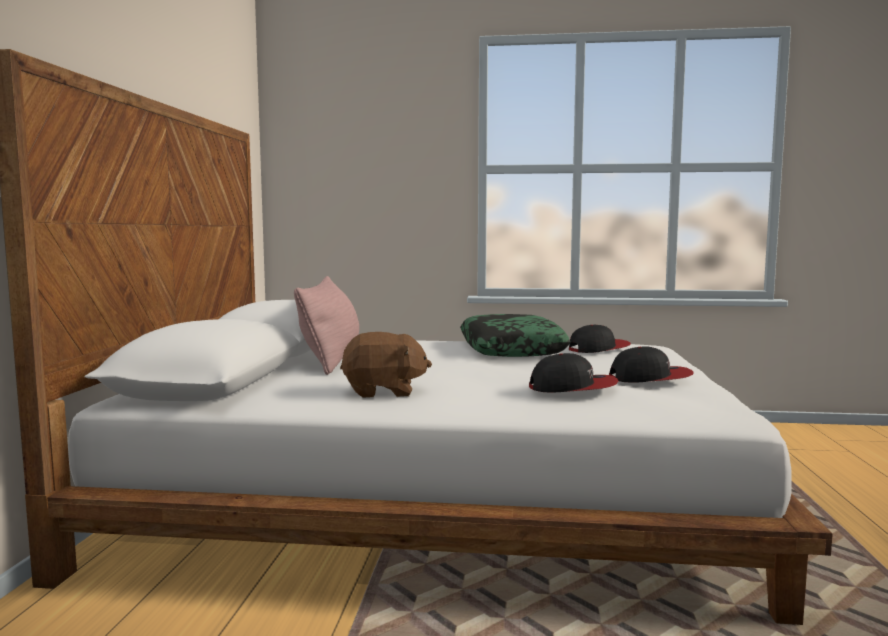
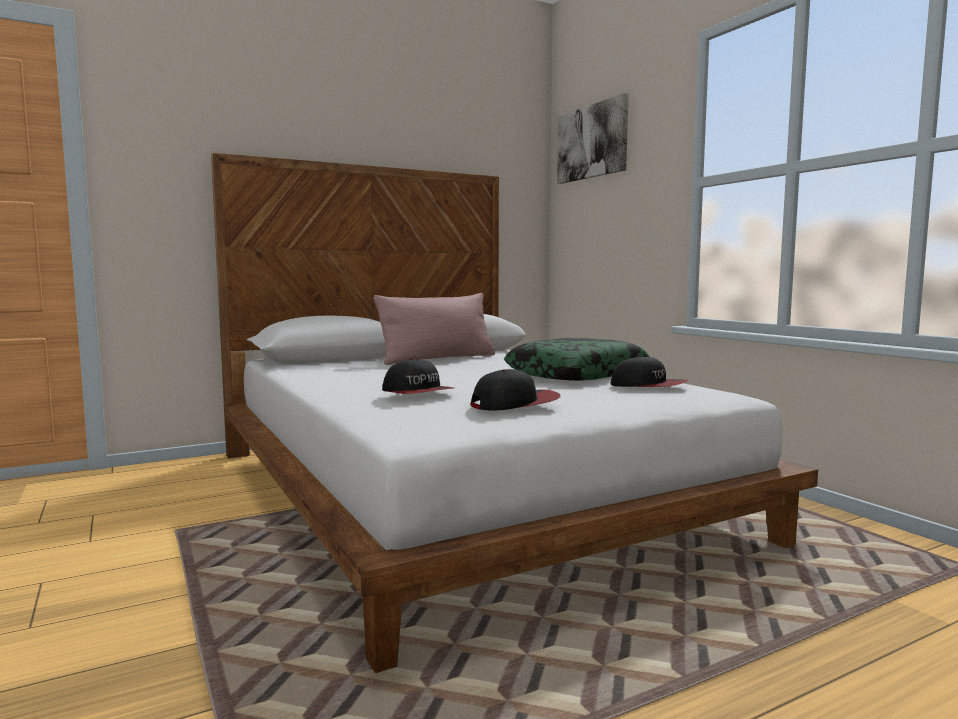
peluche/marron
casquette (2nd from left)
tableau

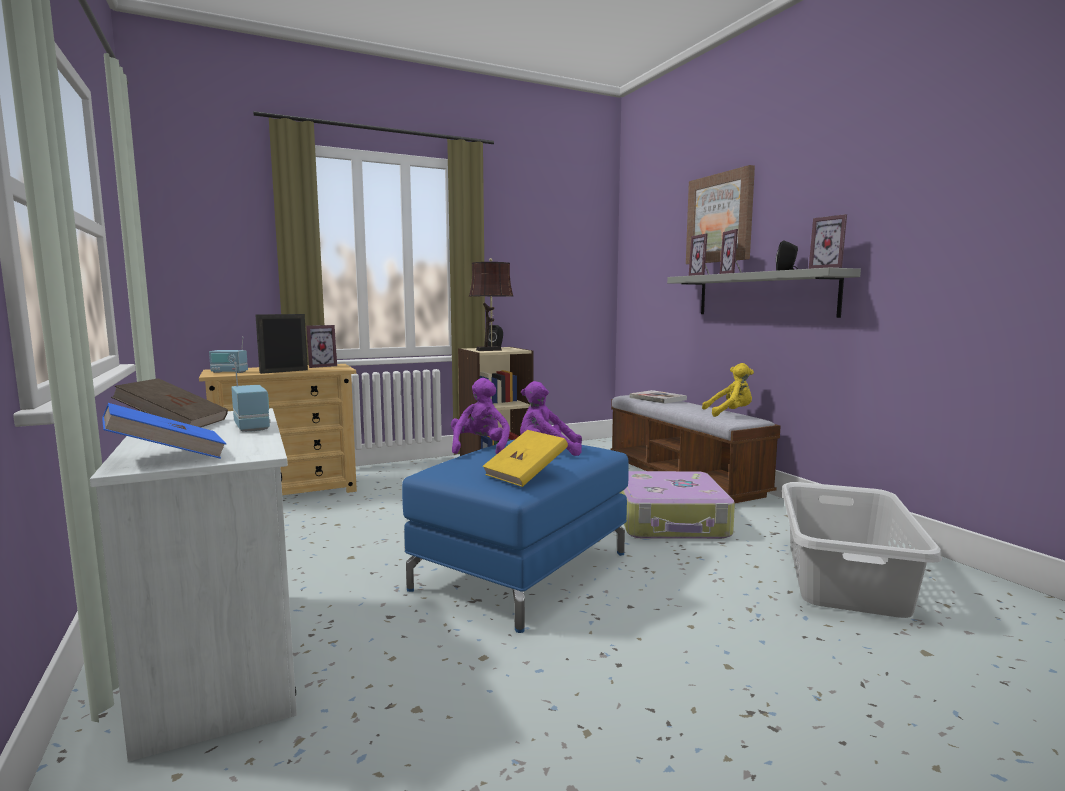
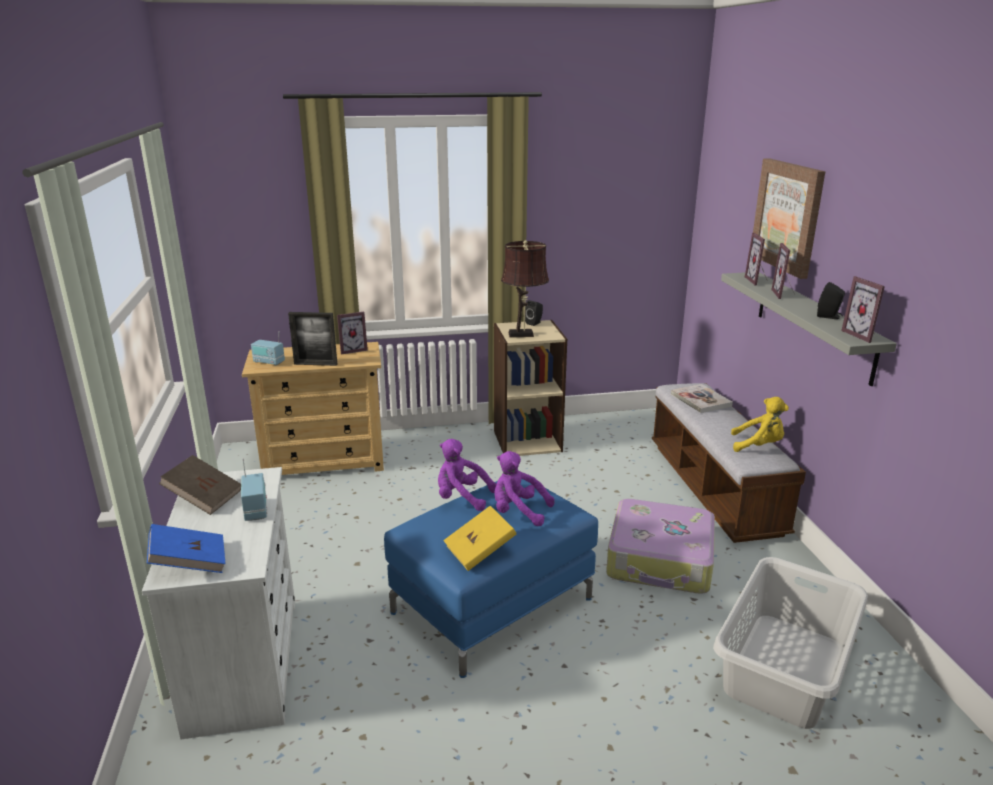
cadre photo (1st from left)
peluche/violet (1st from left)

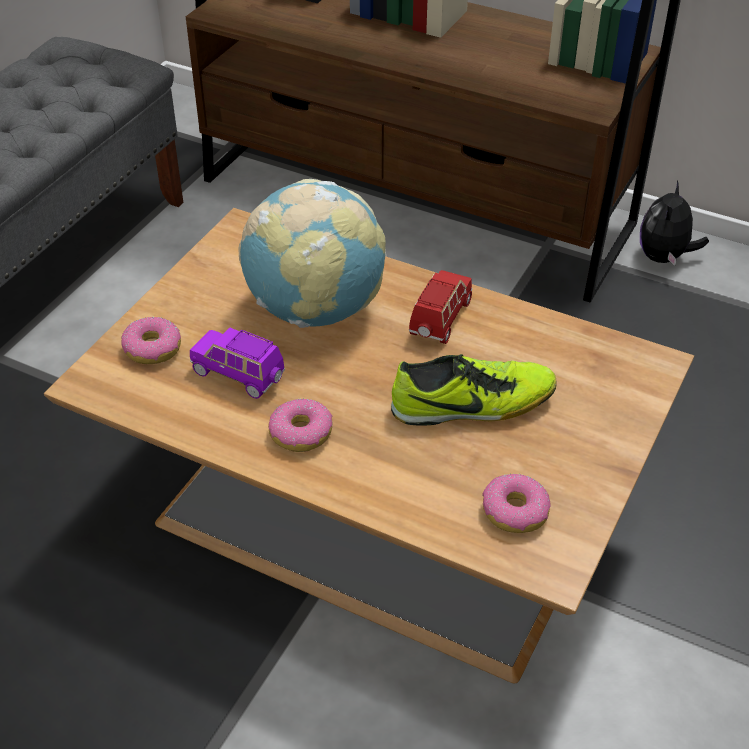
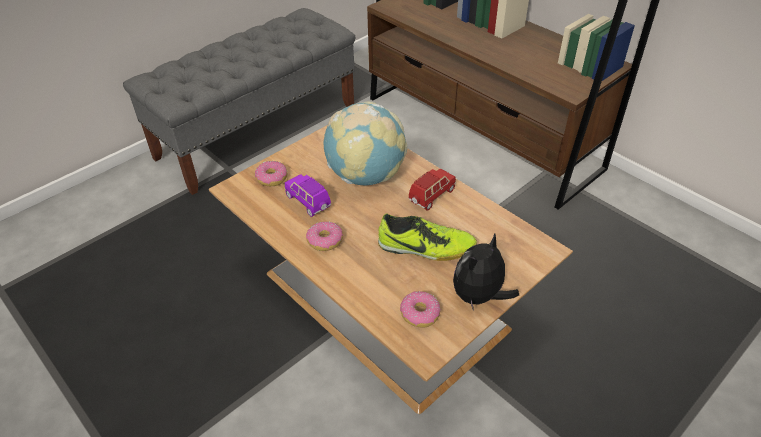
peluche

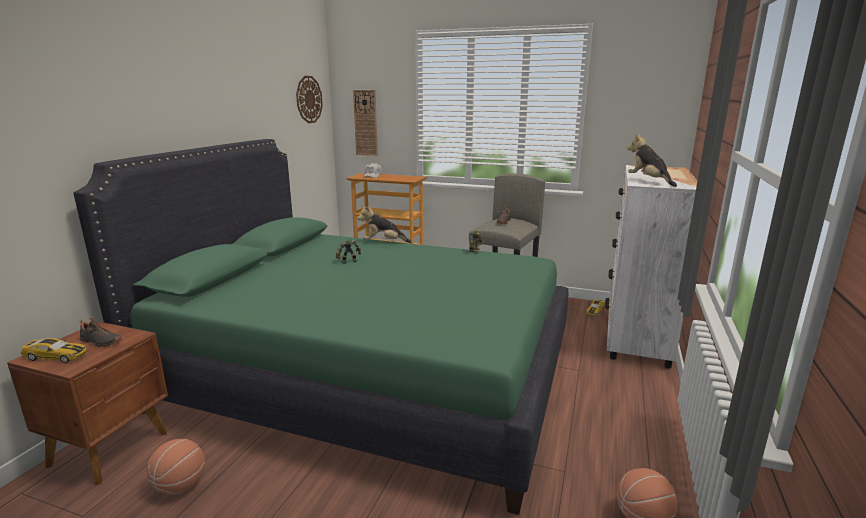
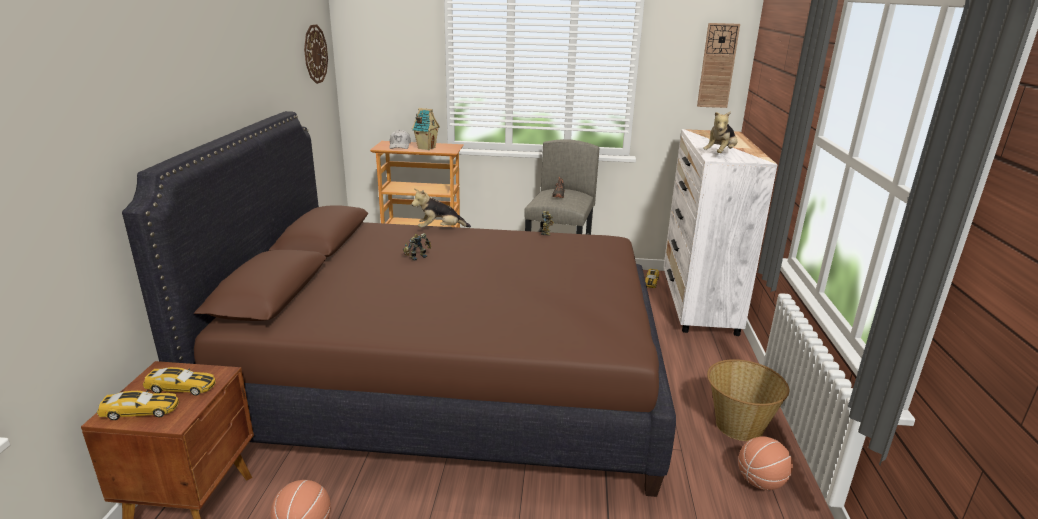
lit/marron
petite voiture (2nd from left)
horloge murale (2nd from left)
peluche (2nd from left)
maison miniature
panier

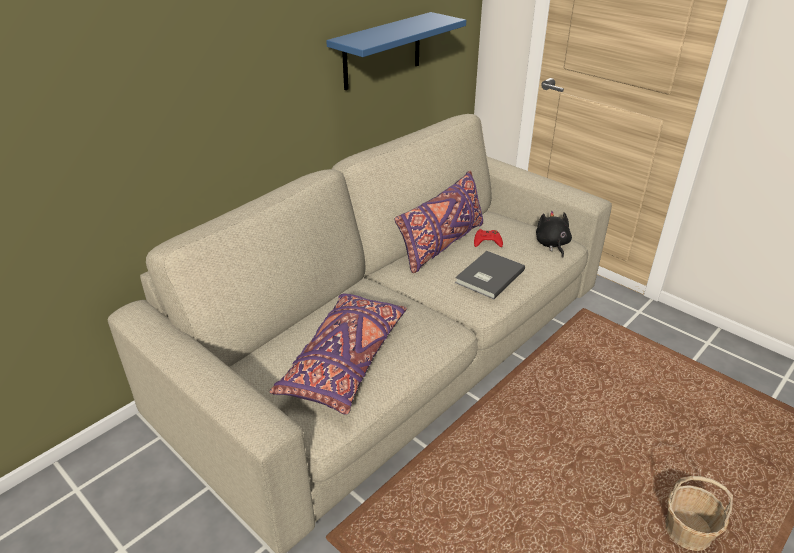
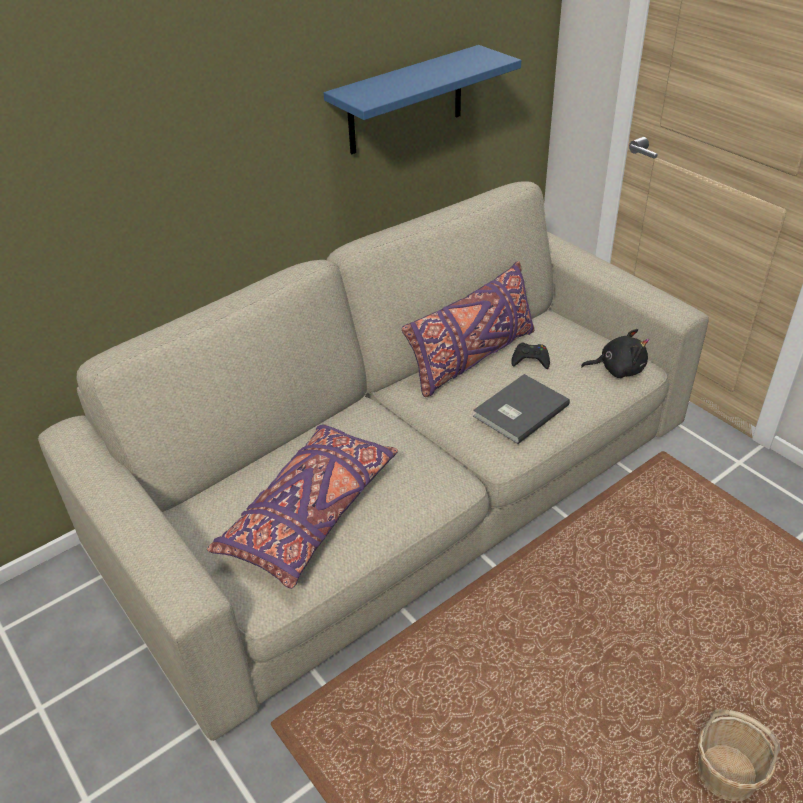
manette/noir
peluche/noir

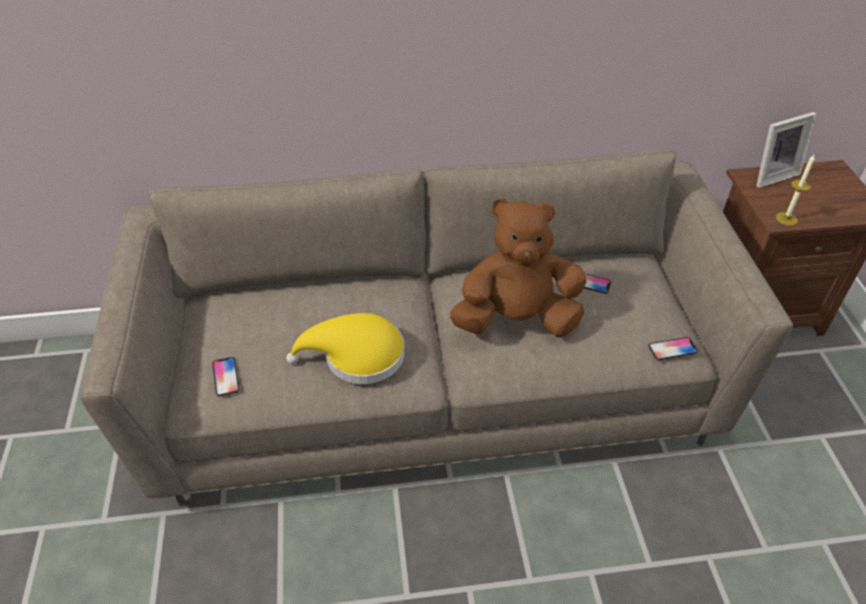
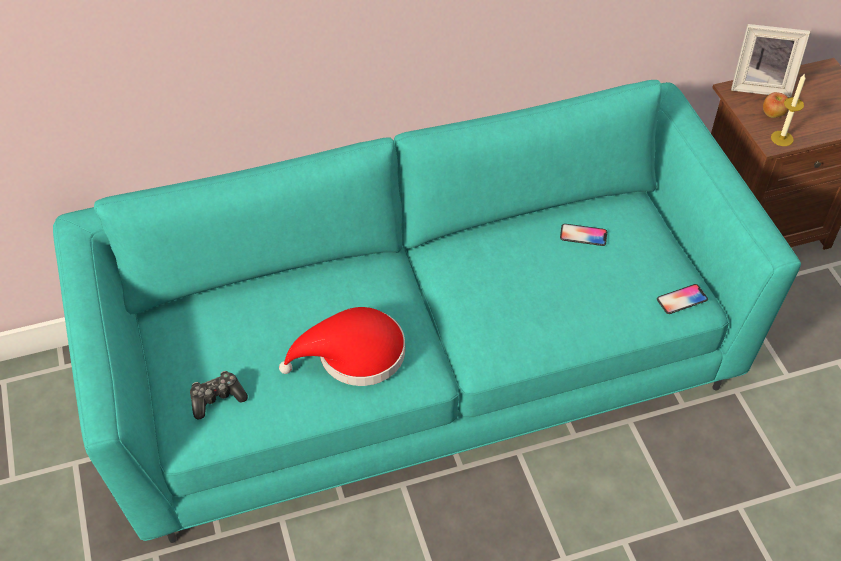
canapé/turquoise
manette
chapeau/rouge
peluche/marron
cadre photo
pomme

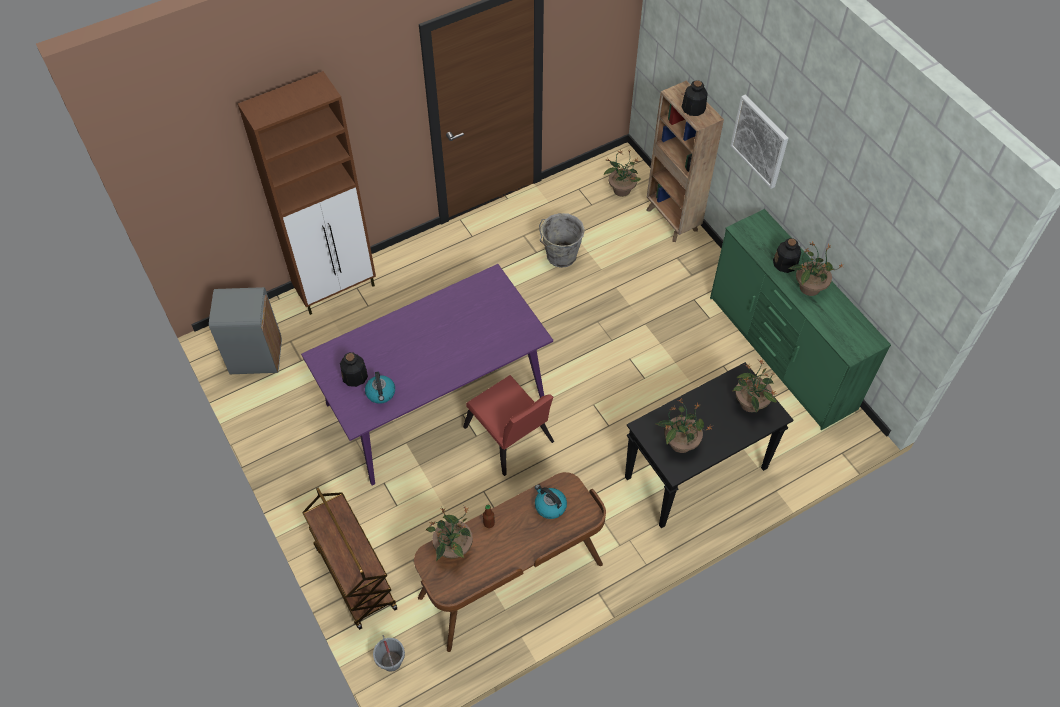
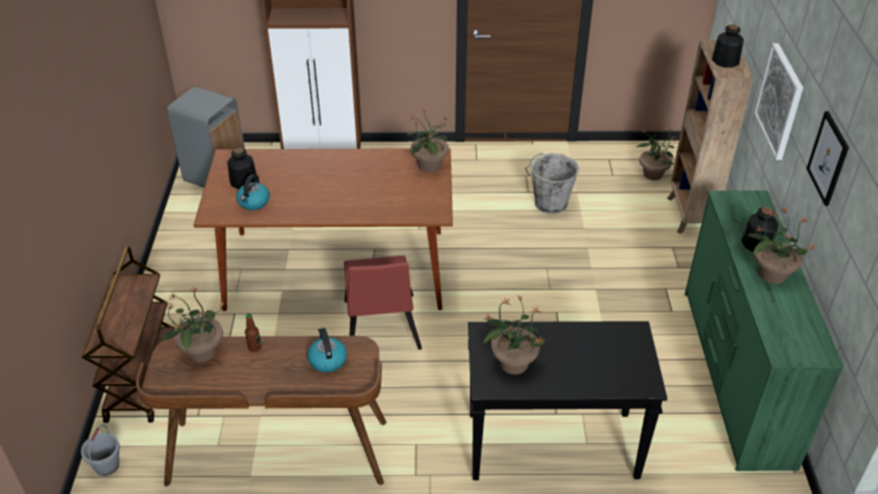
table à manger/marron
plante en pot (2nd from left)
tableau (2nd from left)

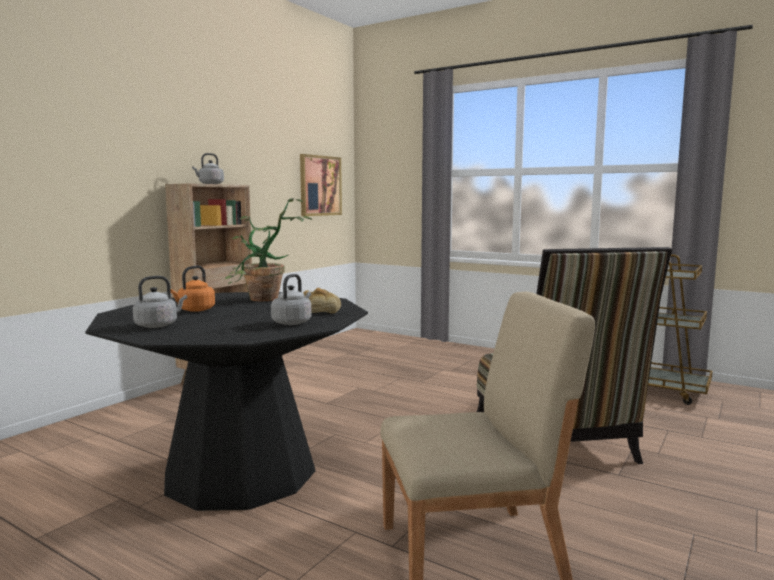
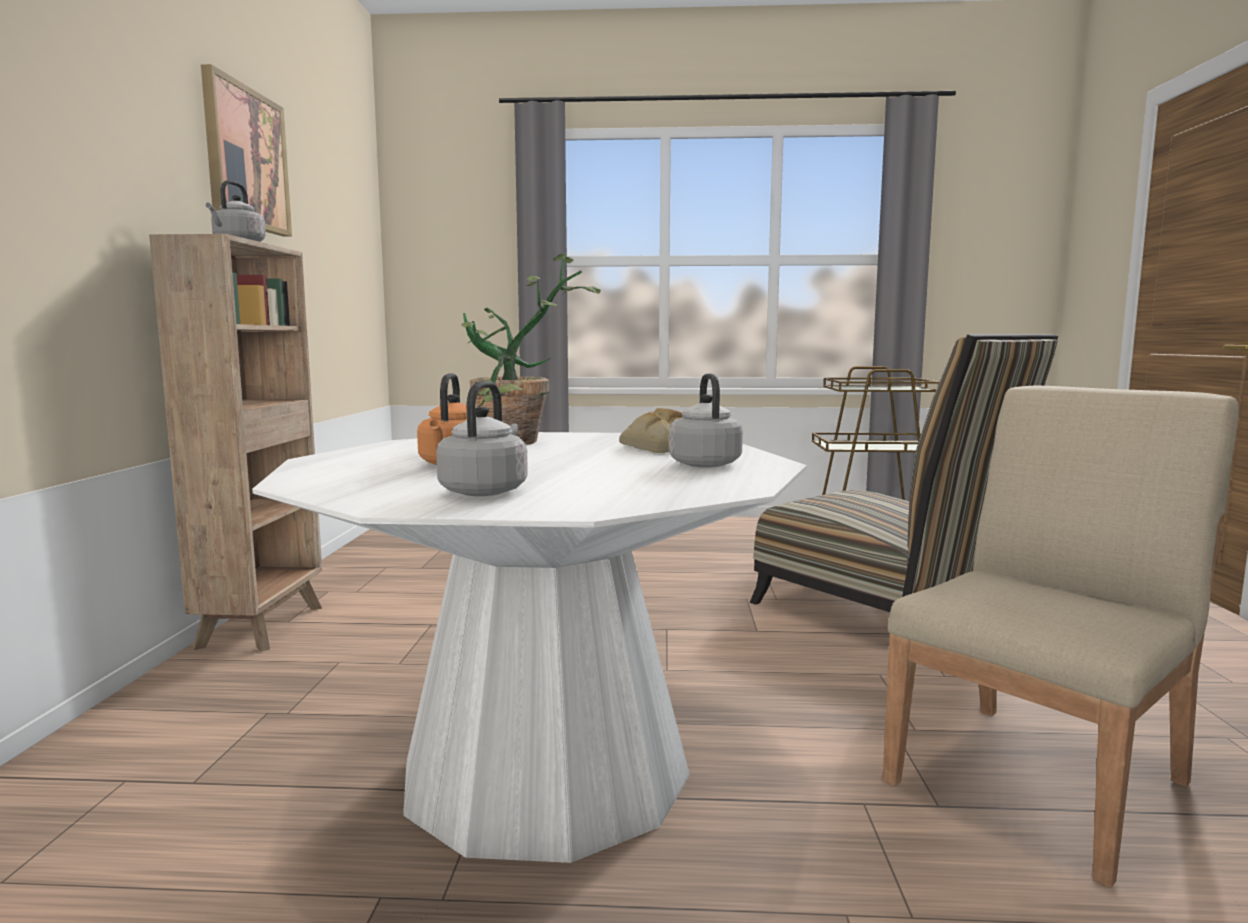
table à manger/blanc
tableau

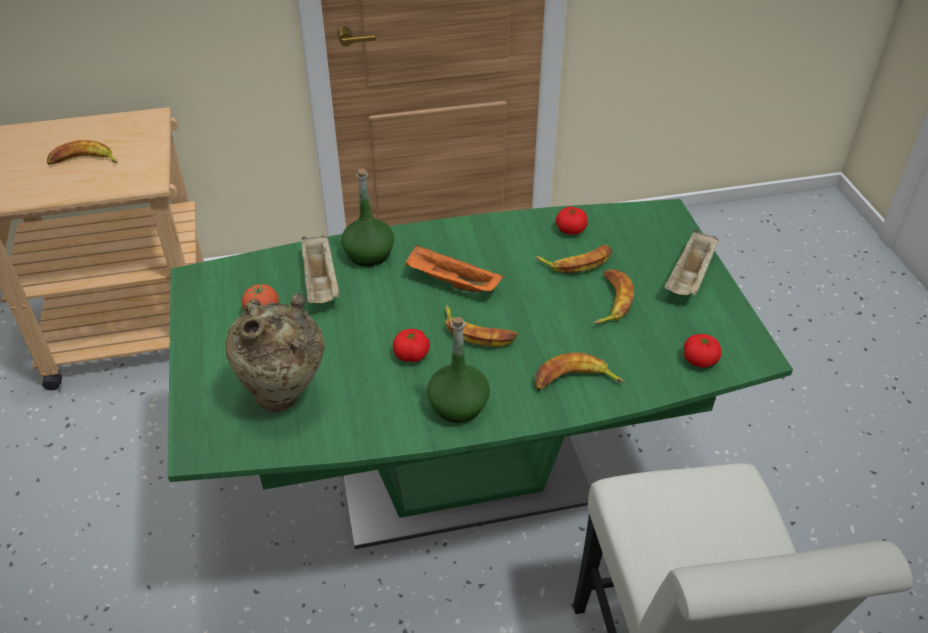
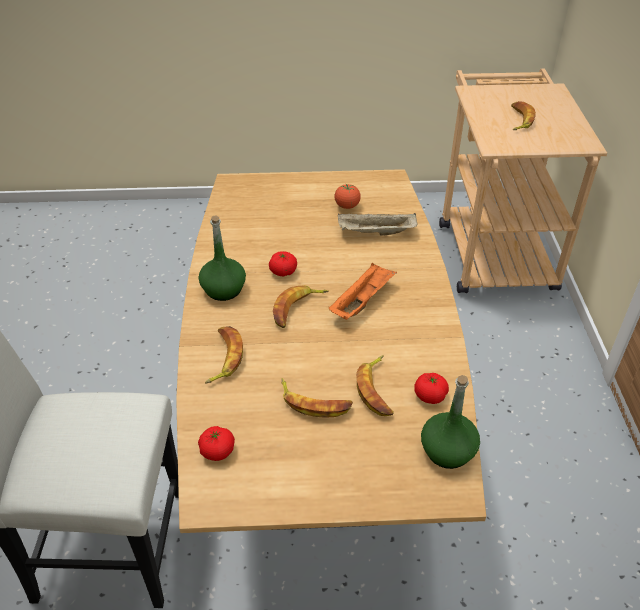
table à manger/marron
vase/beige
bouteille/vert (2nd from left)
plateau/beige (2nd from left in the first image)

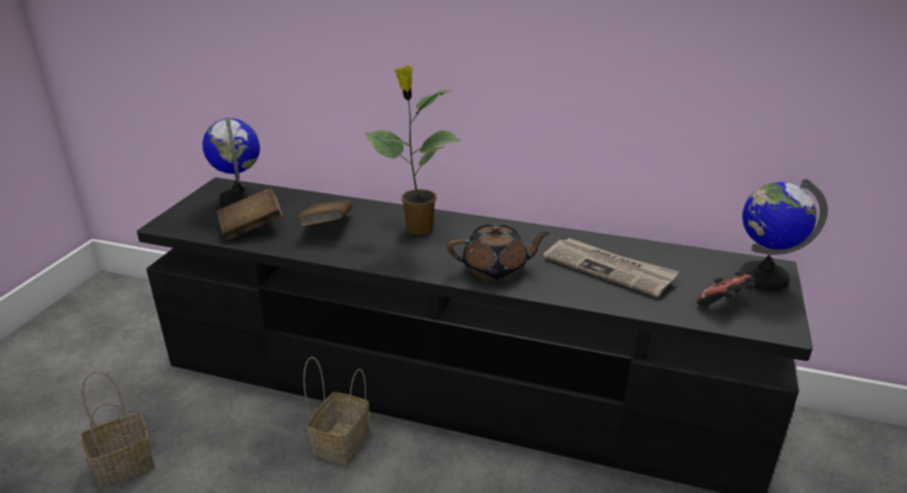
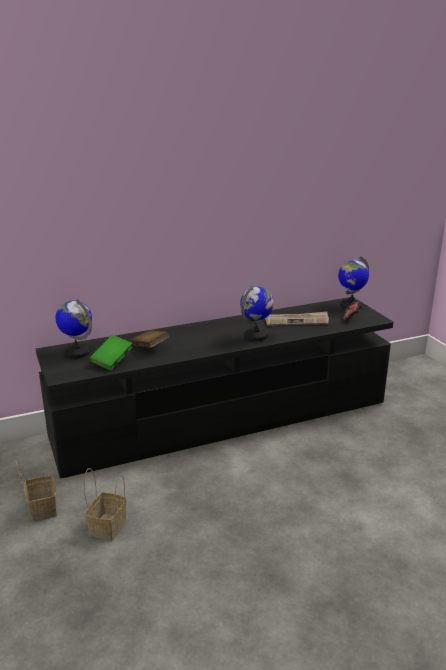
livre/vert
panier (1st from left)
plante en pot
globe (2nd from left)

